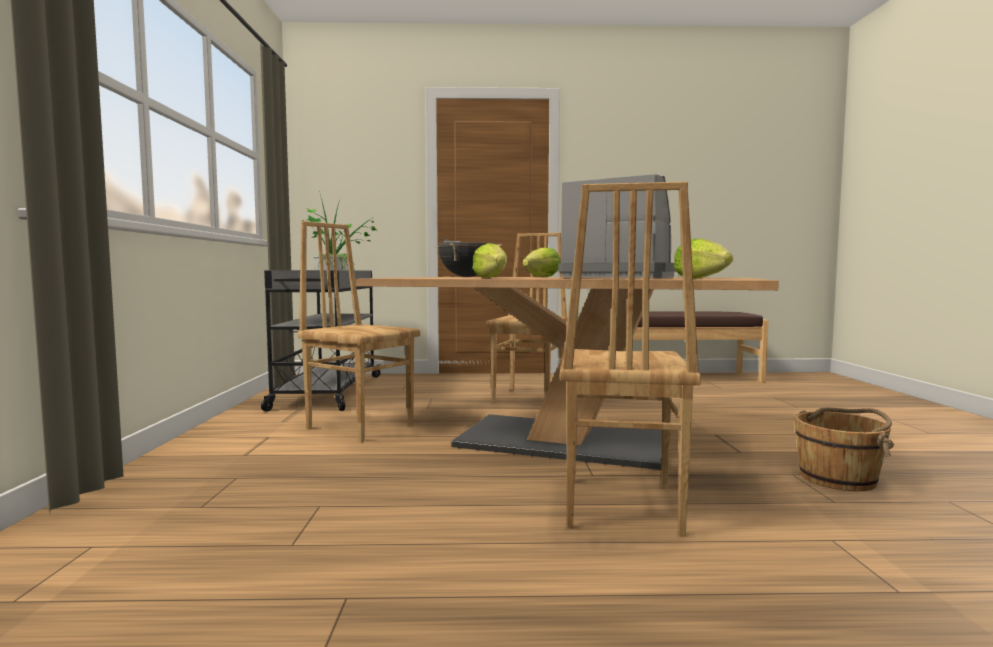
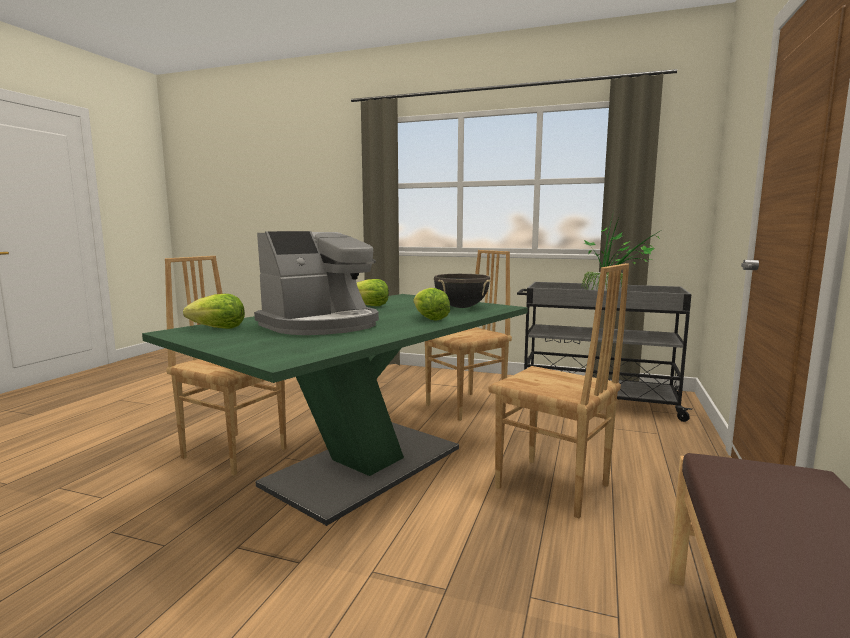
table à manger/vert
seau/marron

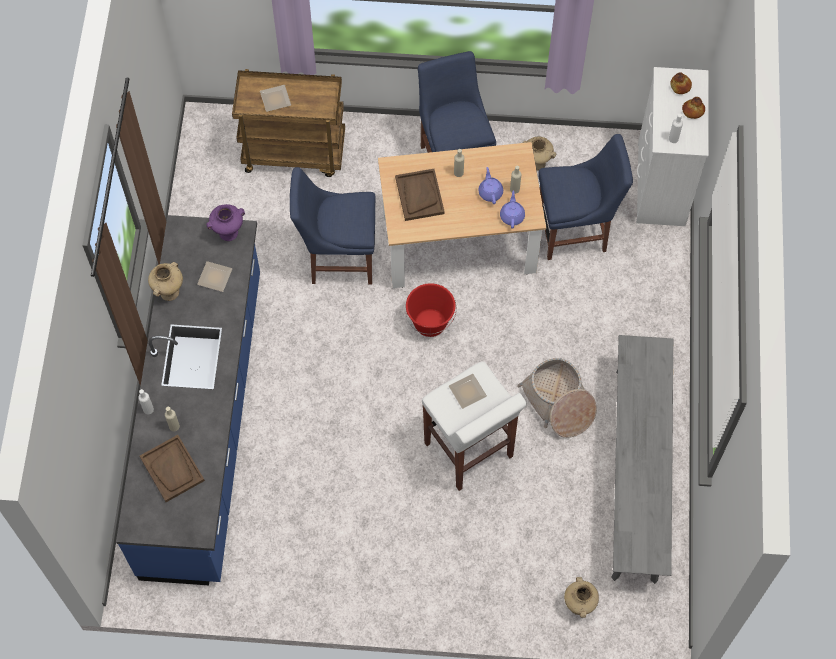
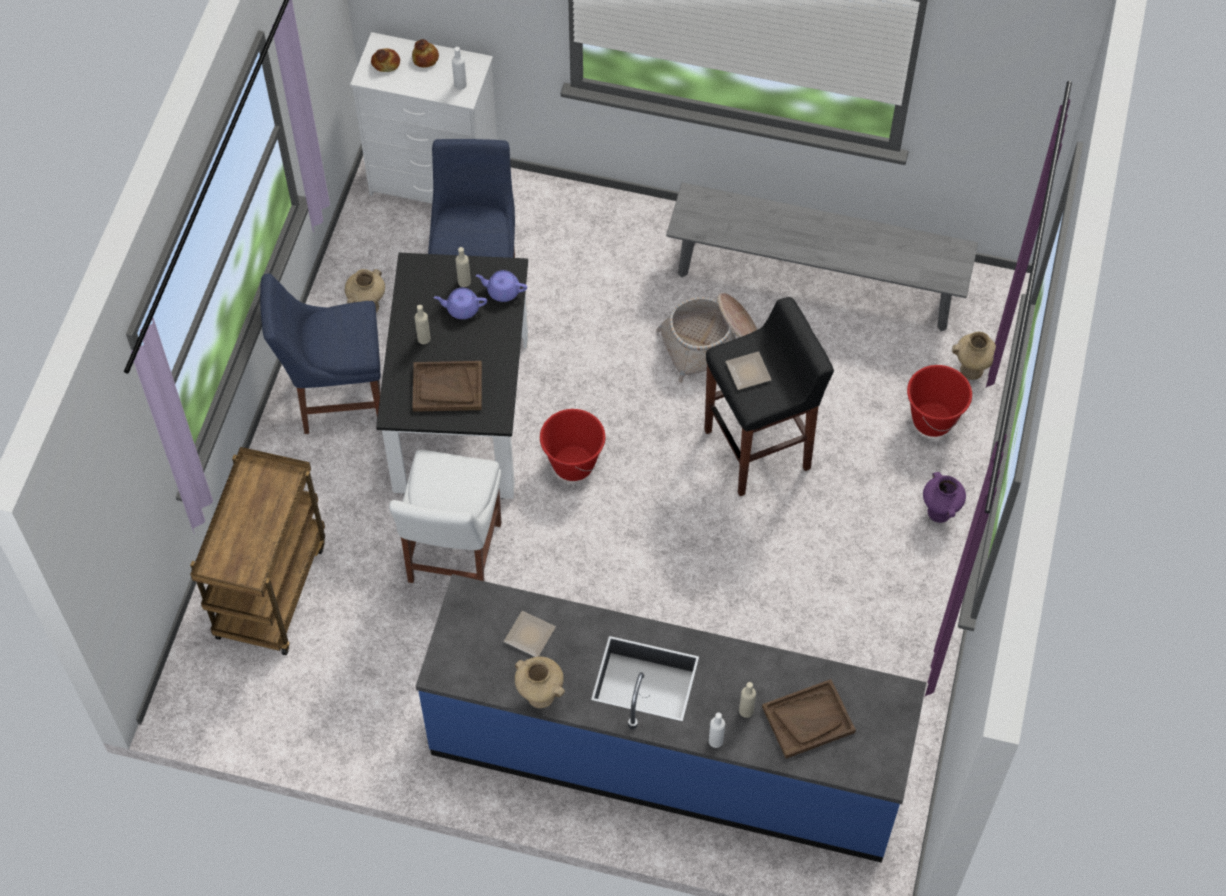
vase/violet
assiette (2nd from left in the first image)
chaise/blanc
table à manger/noir
tabouret/noir
seau/rouge (2nd from left)

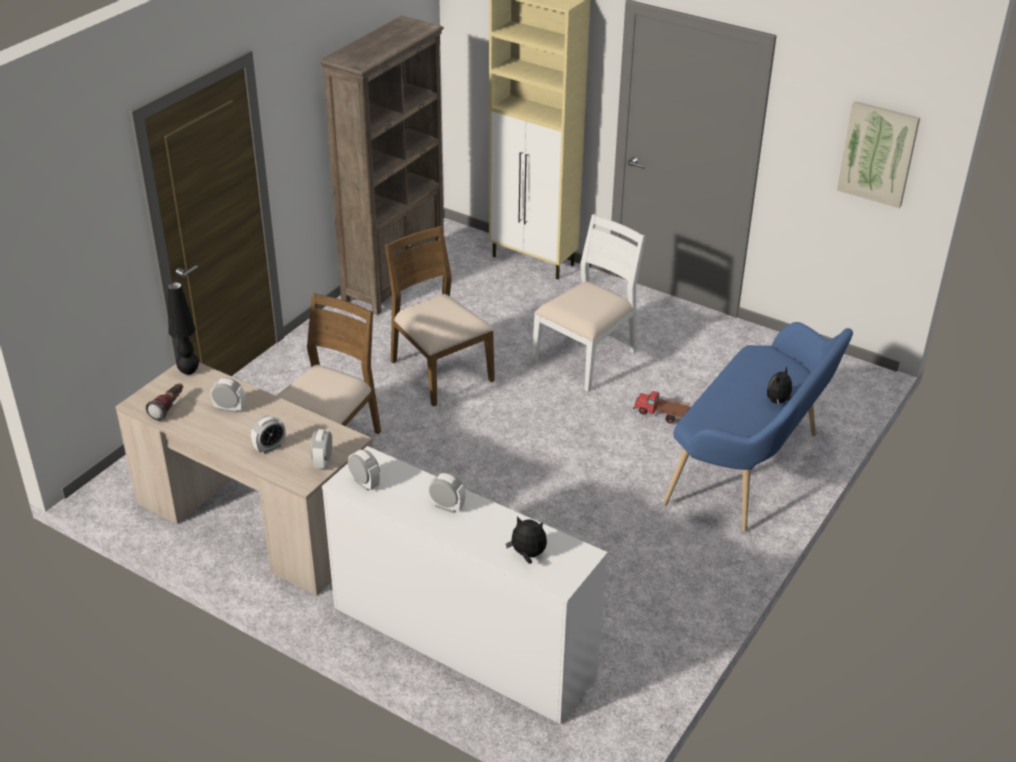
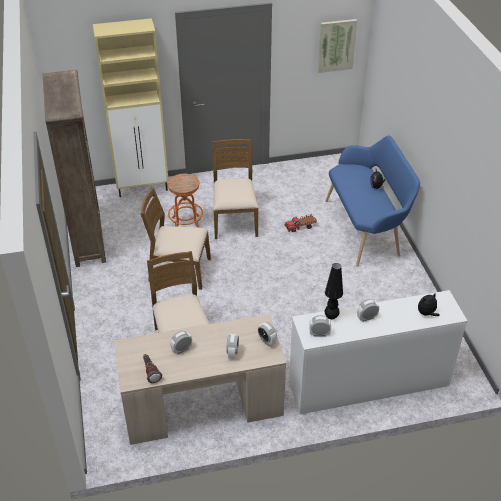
lampe de table/noir
chaise/marron (3rd from left)
tabouret/orange

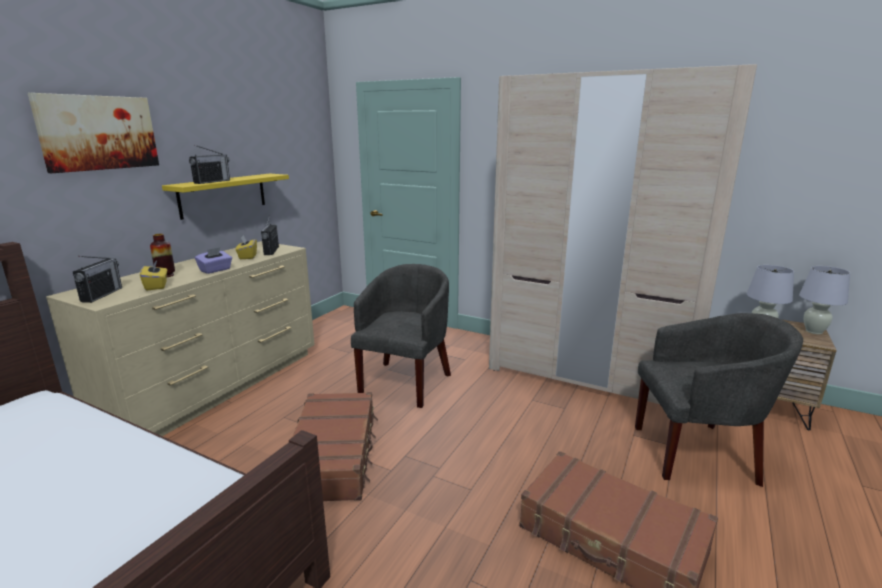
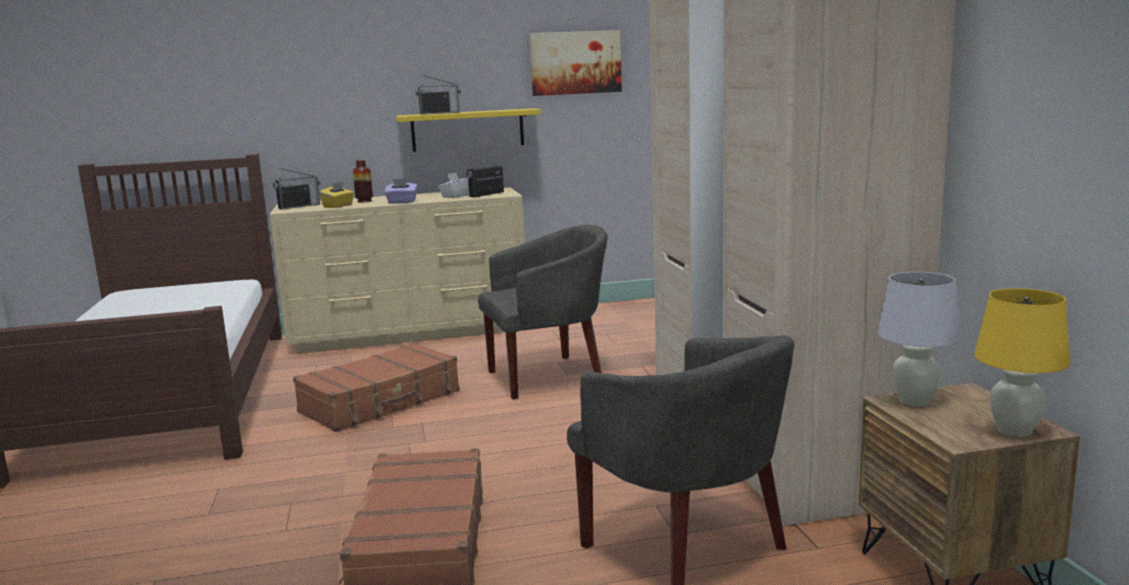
tableau
boîte à mouchoirs/blanc
lampe de table/jaune

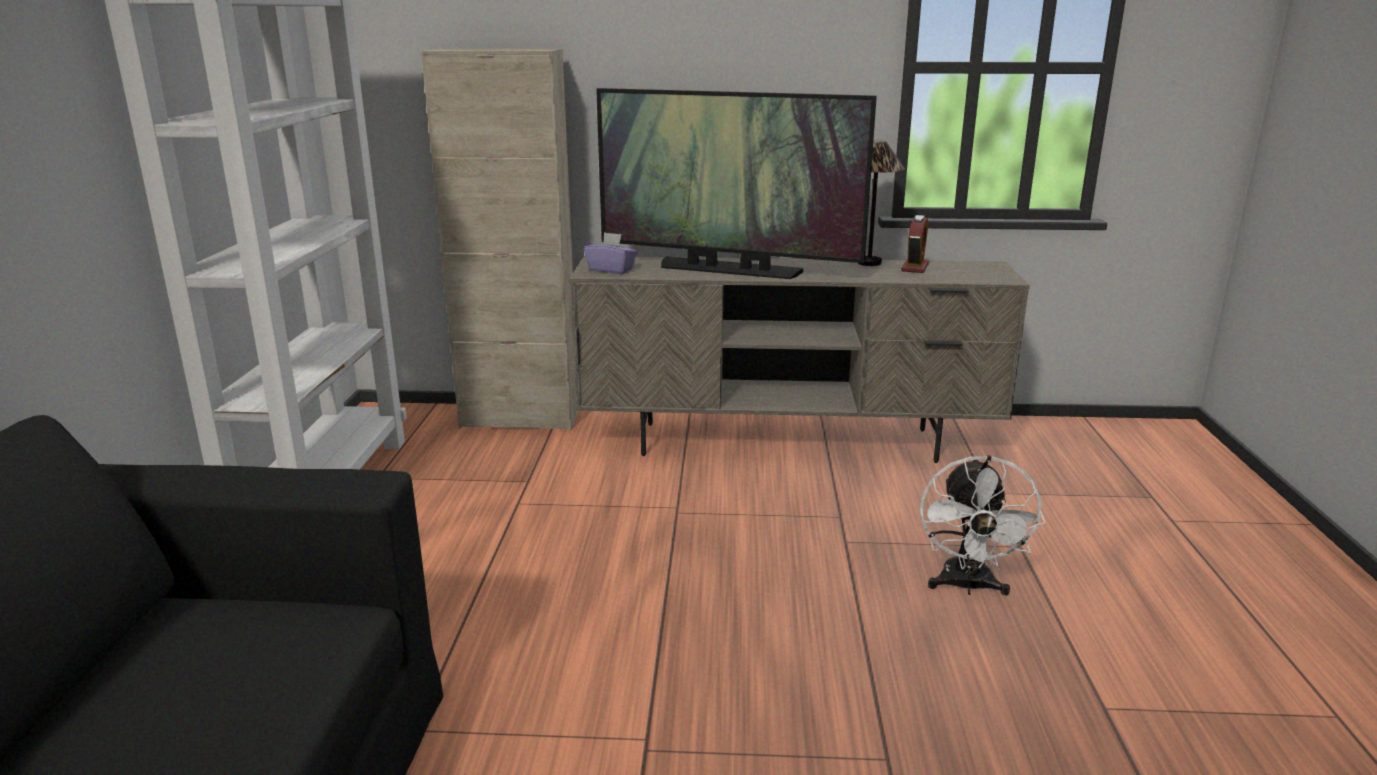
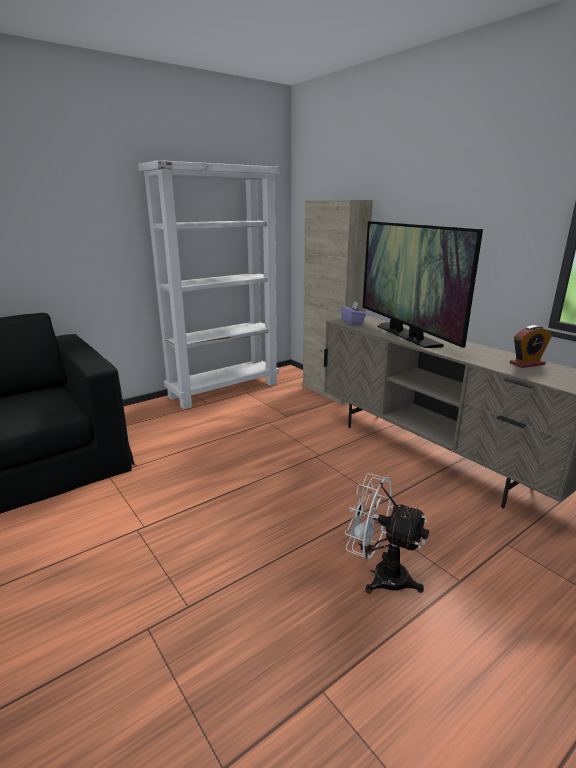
lampe de table
ventilateur/blanc

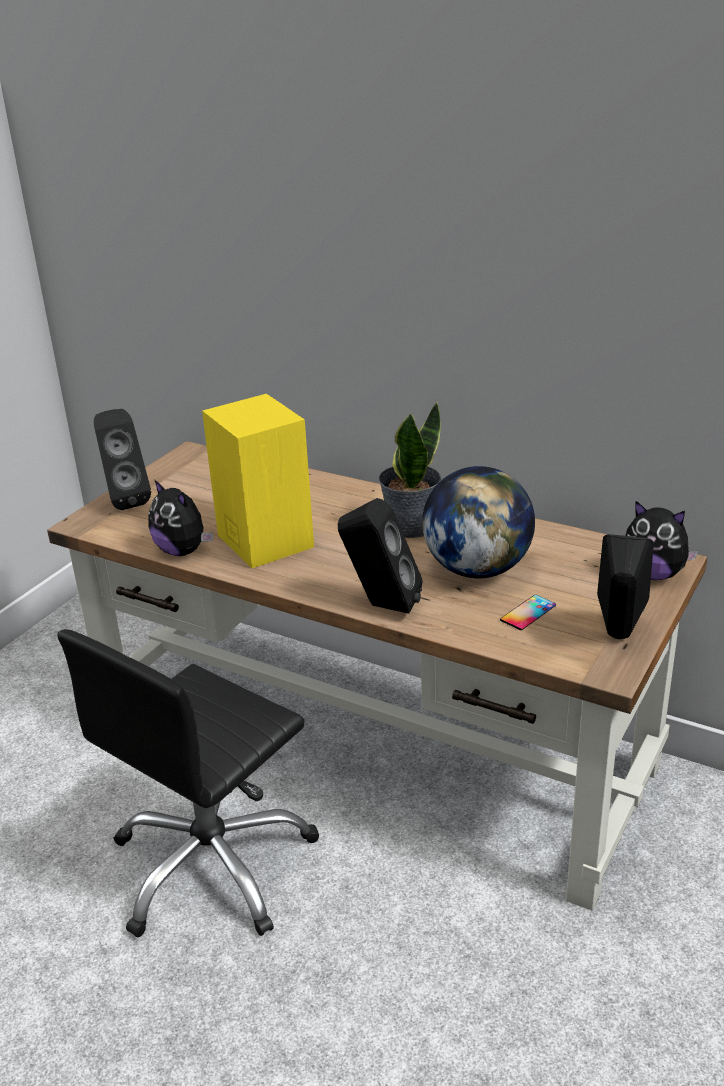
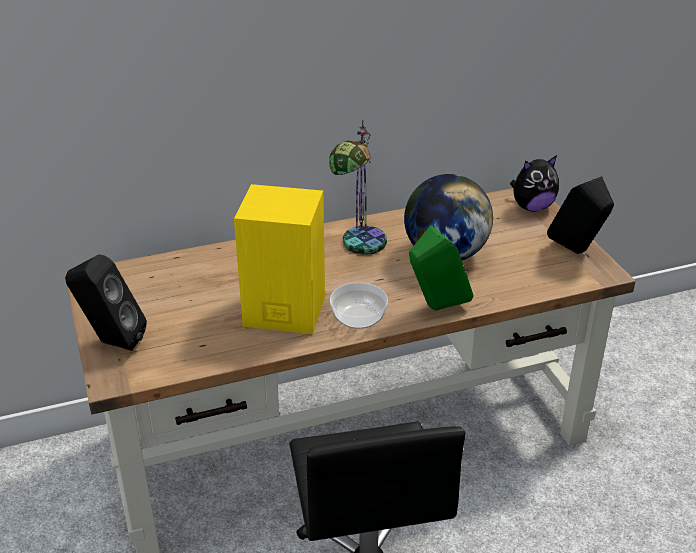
peluche (1st from left in the first image)
enceinte/vert
lampe de table
téléphone
bol

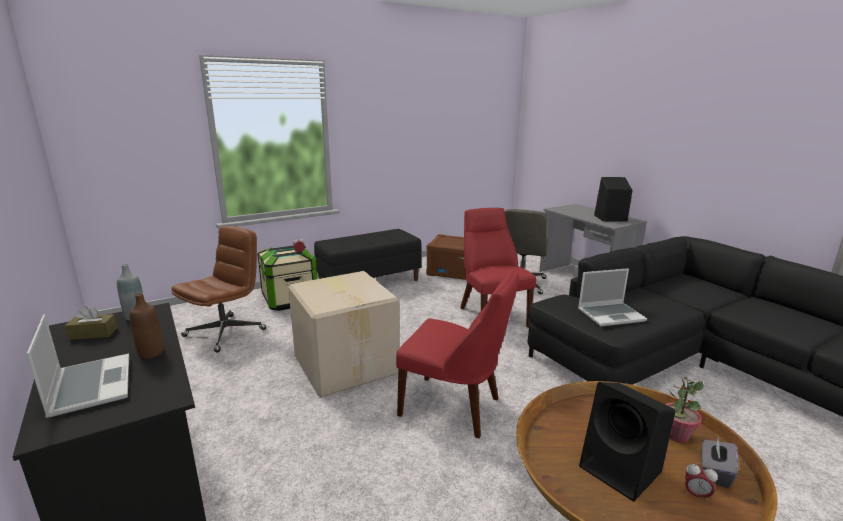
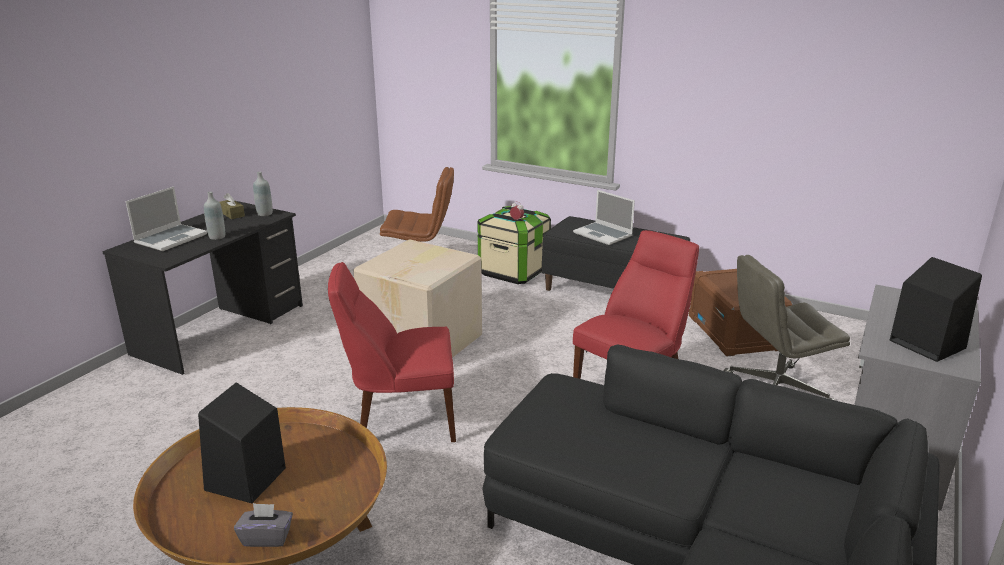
bouteille/gris (1st from left)
chaise/rouge (1st from left)
ordinateur portable (2nd from left)
plante en pot
réveil (2nd from left in the first image)

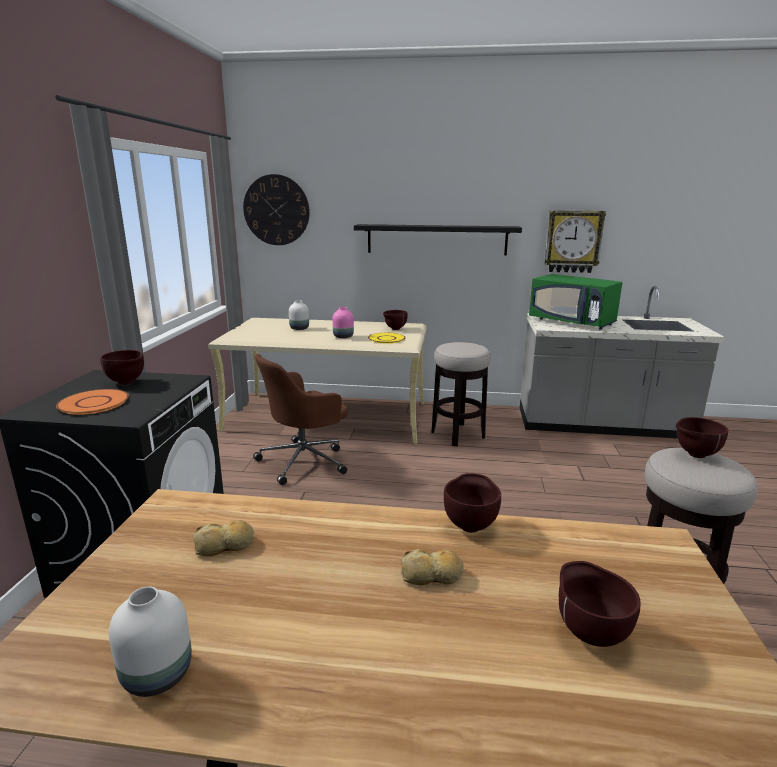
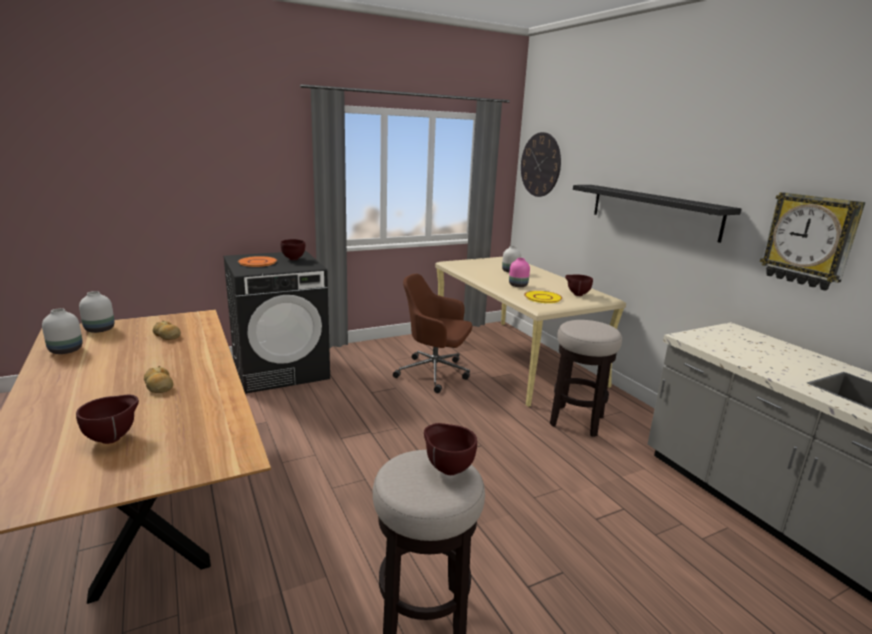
bol/marron (3rd from left in the first image)
micro-ondes/vert
vase/blanc (2nd from left)

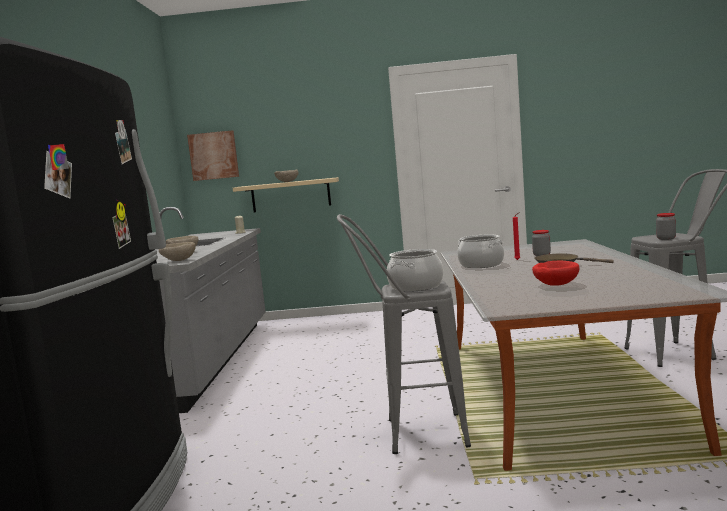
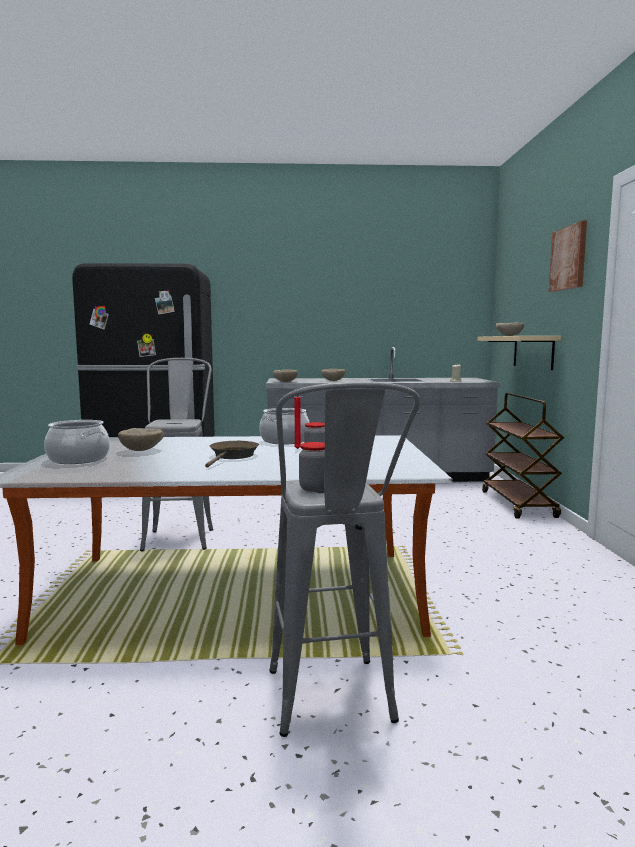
tableau
marmite (1st from left)
bol/beige (1st from left)
chariot/marron

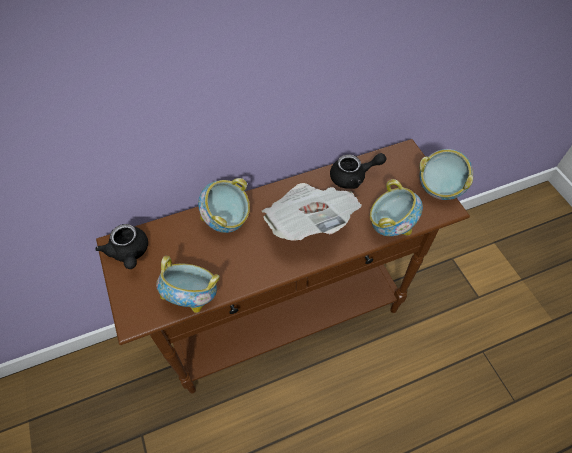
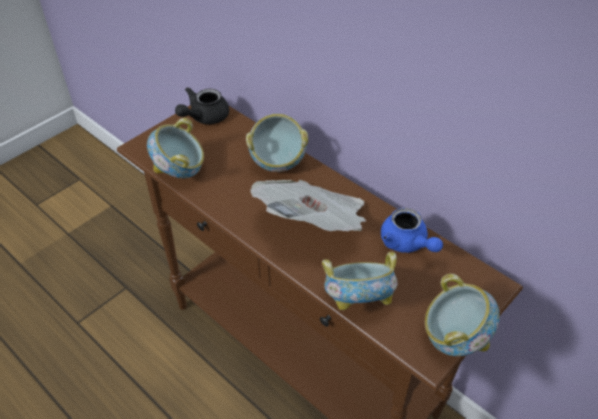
théière/bleu

